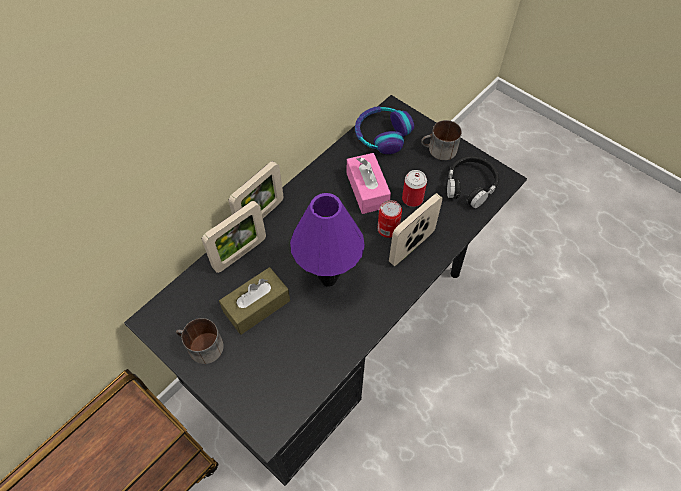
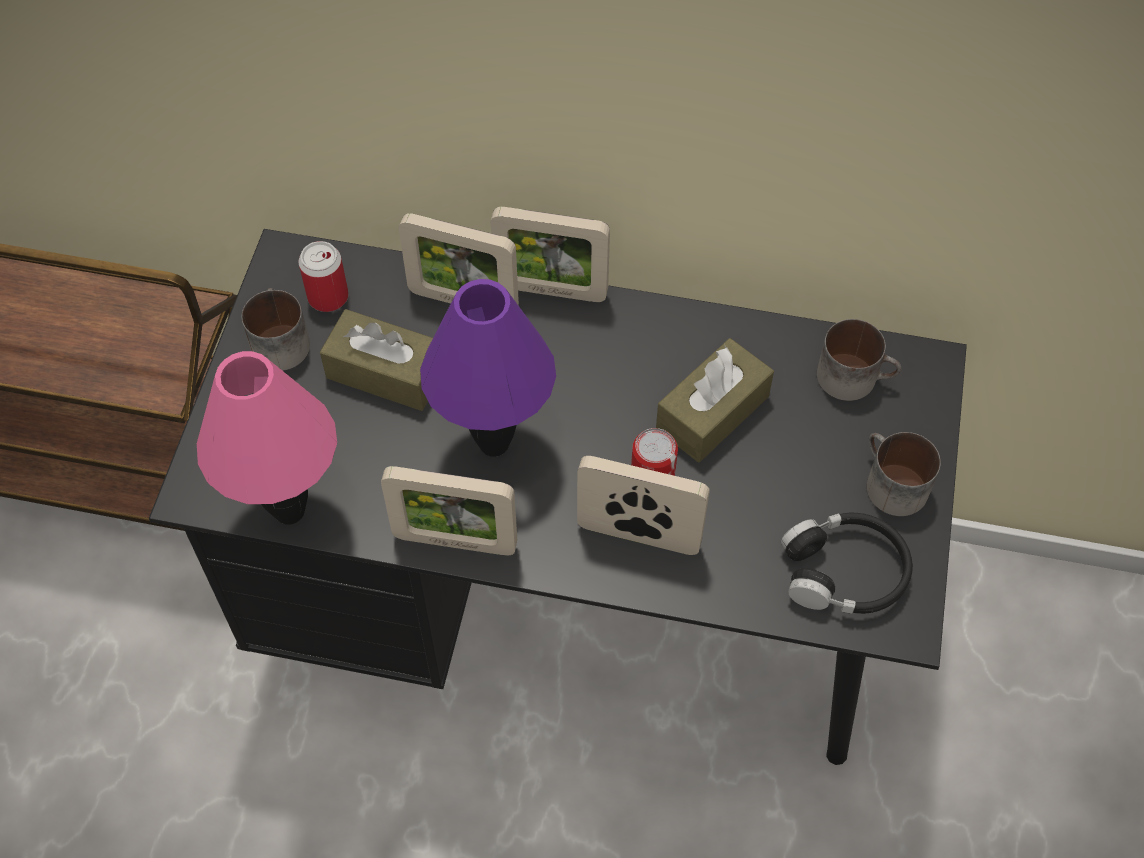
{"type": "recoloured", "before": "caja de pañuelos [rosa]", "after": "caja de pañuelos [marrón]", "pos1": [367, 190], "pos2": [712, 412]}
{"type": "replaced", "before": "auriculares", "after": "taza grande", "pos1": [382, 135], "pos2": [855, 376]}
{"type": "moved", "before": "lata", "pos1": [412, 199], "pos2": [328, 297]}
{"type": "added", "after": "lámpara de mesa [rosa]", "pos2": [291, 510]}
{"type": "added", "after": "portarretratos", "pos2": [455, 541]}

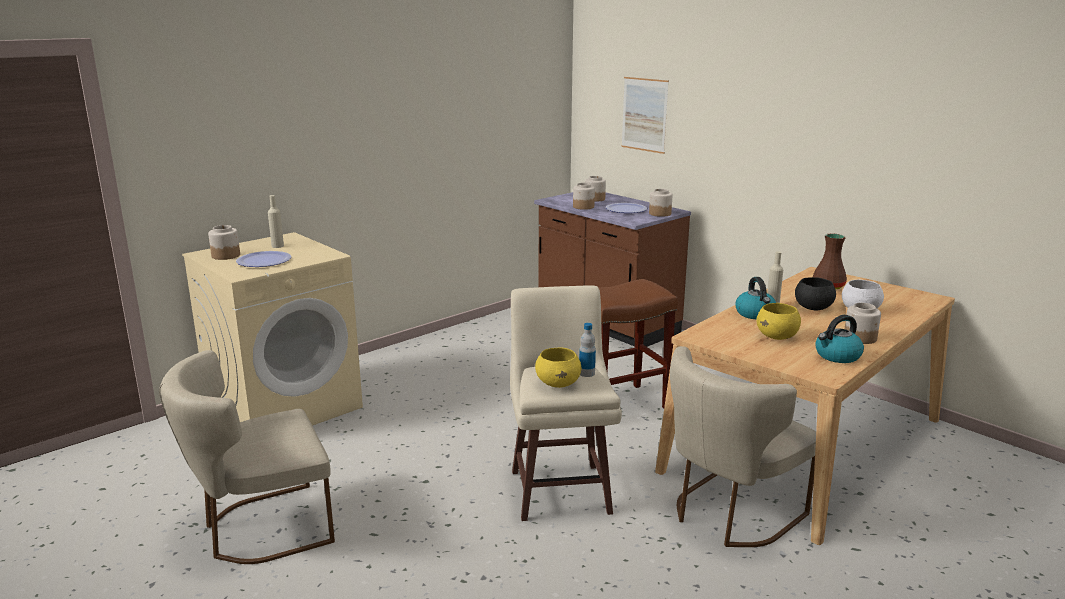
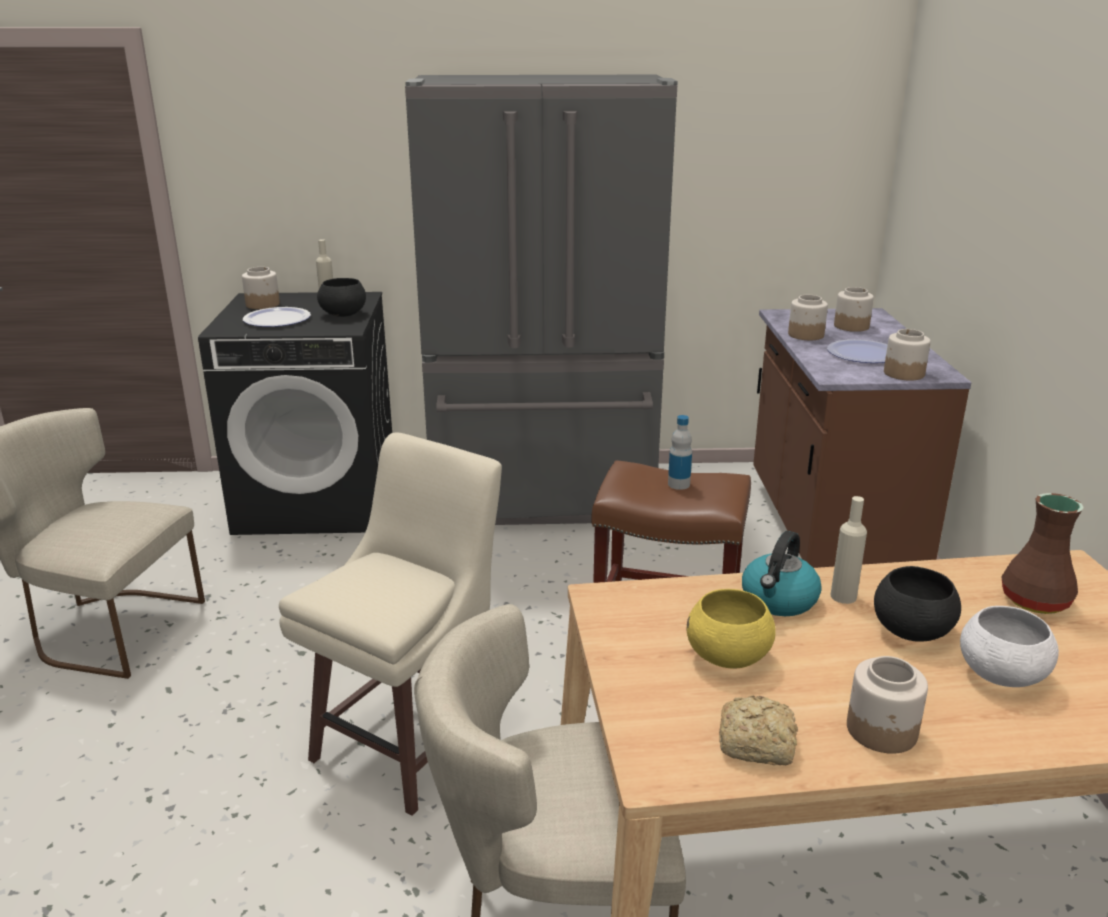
{"type": "recoloured", "before": "lavadora [beis]", "after": "lavadora [negro]", "pos1": [285, 406], "pos2": [319, 501]}
{"type": "removed", "before": "cuenco [amarillo]", "pos1": [558, 384]}
{"type": "moved", "before": "botella", "pos1": [586, 373], "pos2": [678, 484]}
{"type": "removed", "before": "cuadro", "pos1": [644, 114]}
{"type": "replaced", "before": "hervidor", "after": "pan", "pos1": [837, 356], "pos2": [759, 744]}
{"type": "added", "after": "cuenco [negro]", "pos2": [343, 315]}
{"type": "added", "after": "nevera [gris]", "pos2": [543, 500]}

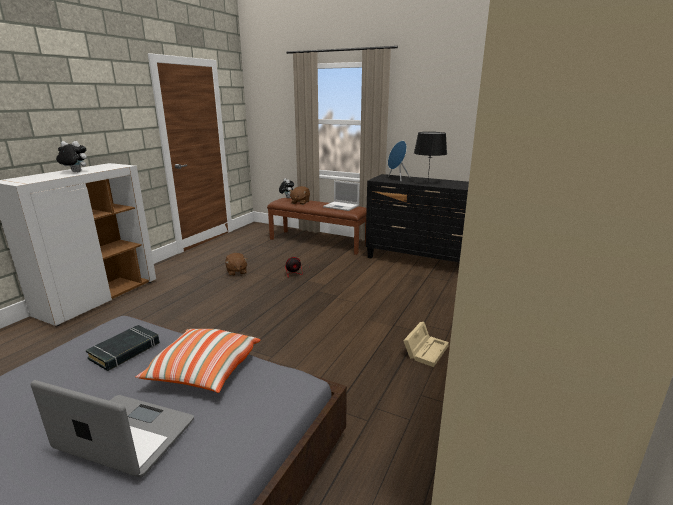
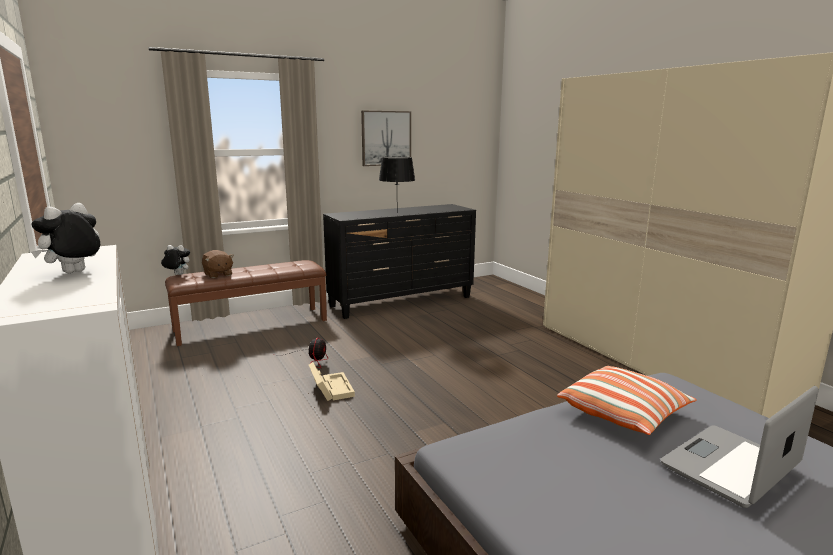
{"type": "removed", "before": "libro [negro]", "pos1": [125, 351]}
{"type": "removed", "before": "peluche [marrón]", "pos1": [236, 272]}
{"type": "removed", "before": "portátil", "pos1": [342, 206]}
{"type": "removed", "before": "altavoz [azul]", "pos1": [397, 178]}
{"type": "moved", "before": "caja de almacenaje [beis]", "pos1": [425, 350], "pos2": [330, 388]}
{"type": "added", "after": "cuadro", "pos2": [386, 138]}

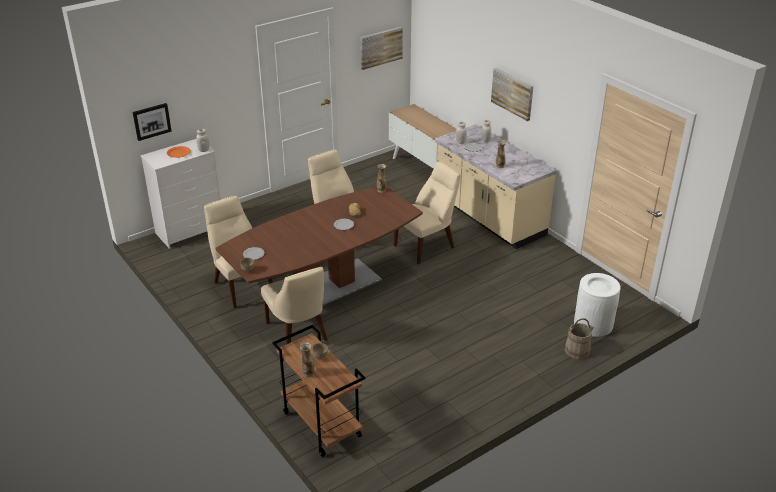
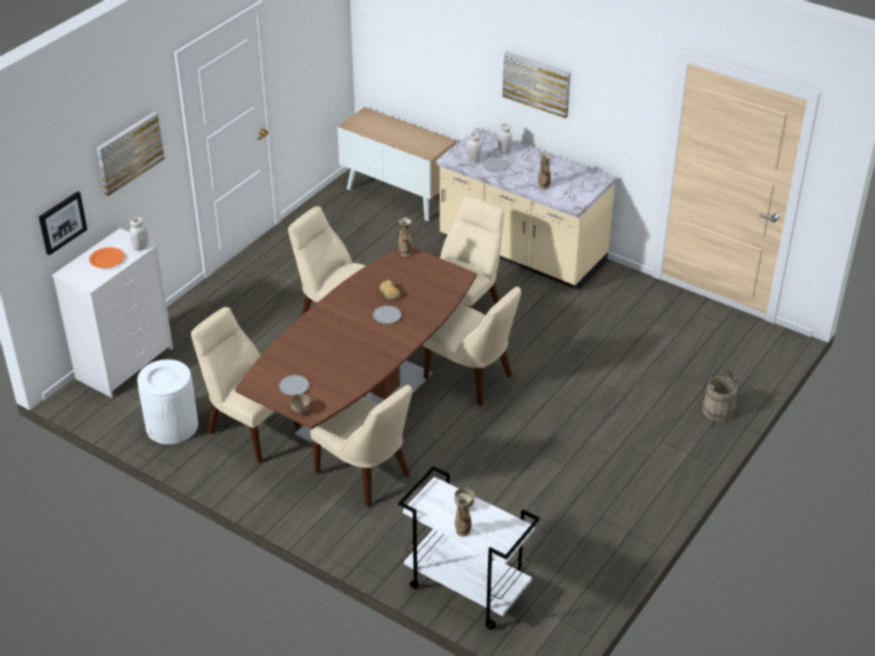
{"type": "recoloured", "before": "carrito [marrón]", "after": "carrito [blanco]", "pos1": [320, 424], "pos2": [465, 589]}
{"type": "moved", "before": "cuadro", "pos1": [380, 47], "pos2": [129, 152]}
{"type": "moved", "before": "papelera [blanco]", "pos1": [593, 324], "pos2": [172, 426]}
{"type": "added", "after": "silla [beis]", "pos2": [472, 379]}

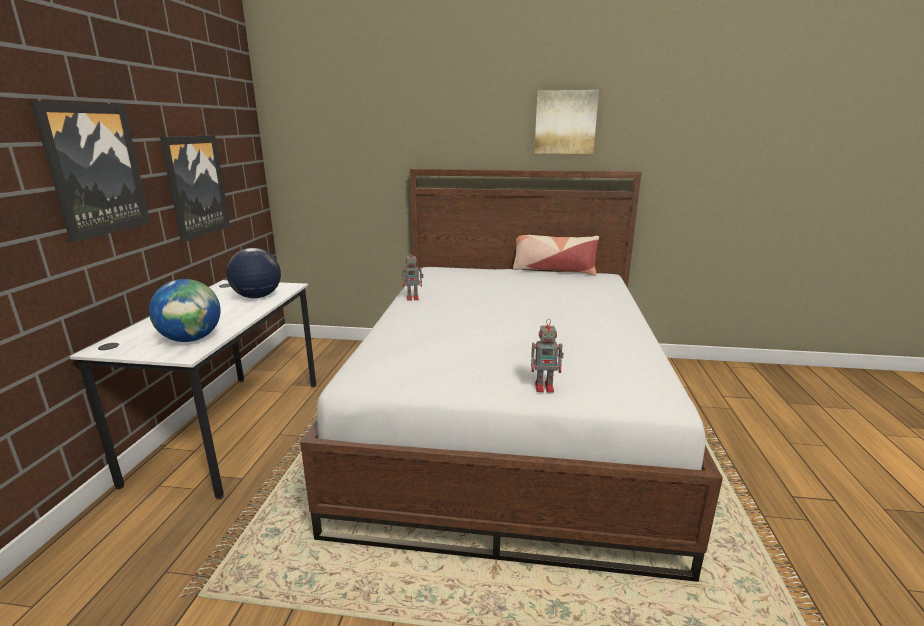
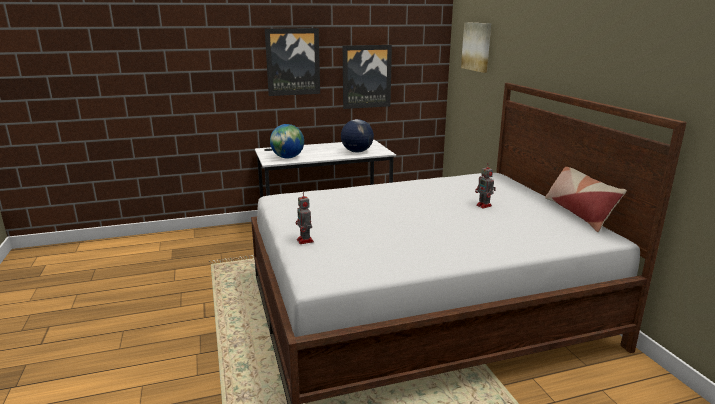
{"type": "moved", "before": "robot de juguete", "pos1": [413, 298], "pos2": [484, 206]}
{"type": "moved", "before": "cuadro", "pos1": [565, 122], "pos2": [477, 46]}

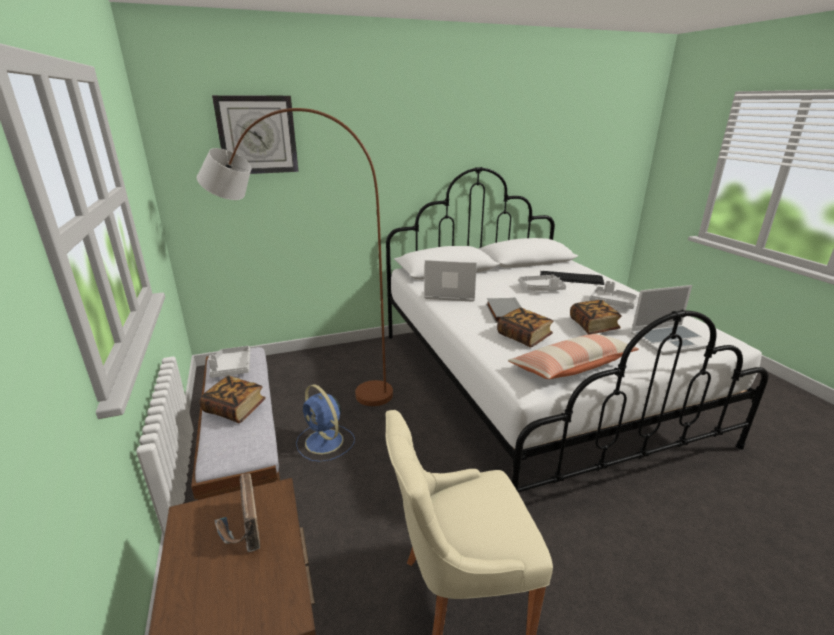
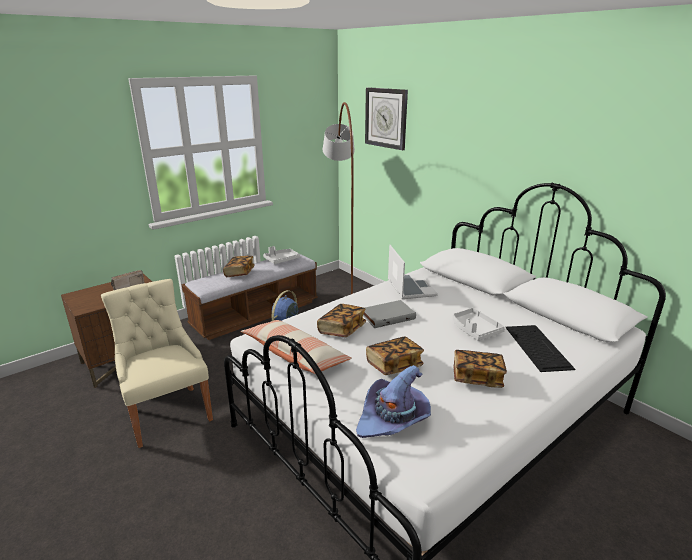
{"type": "replaced", "before": "bandeja [gris]", "after": "libro", "pos1": [612, 303], "pos2": [477, 378]}
{"type": "replaced", "before": "portátil", "after": "sombrero [morado]", "pos1": [670, 340], "pos2": [393, 418]}

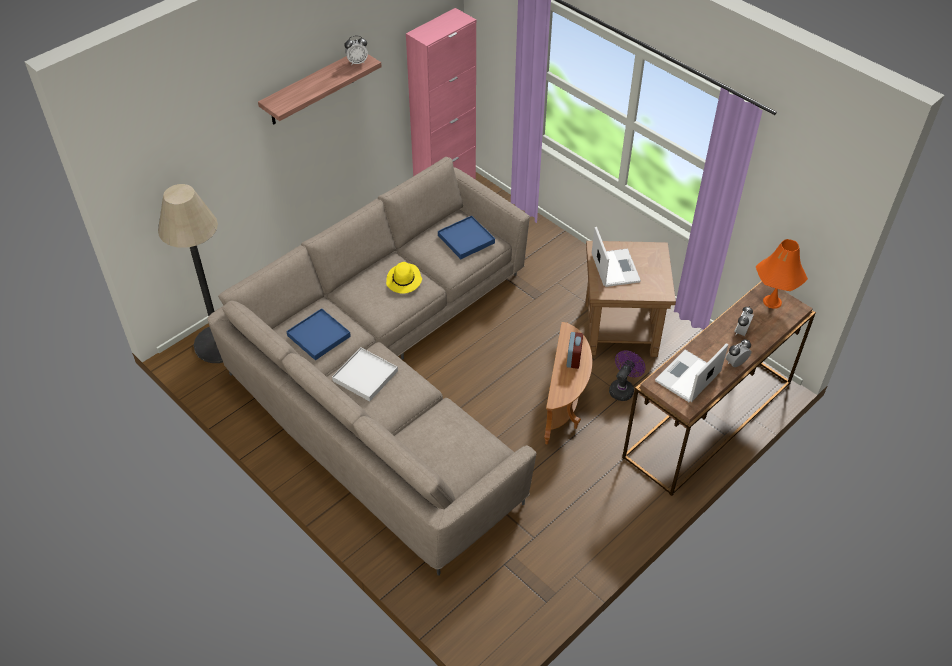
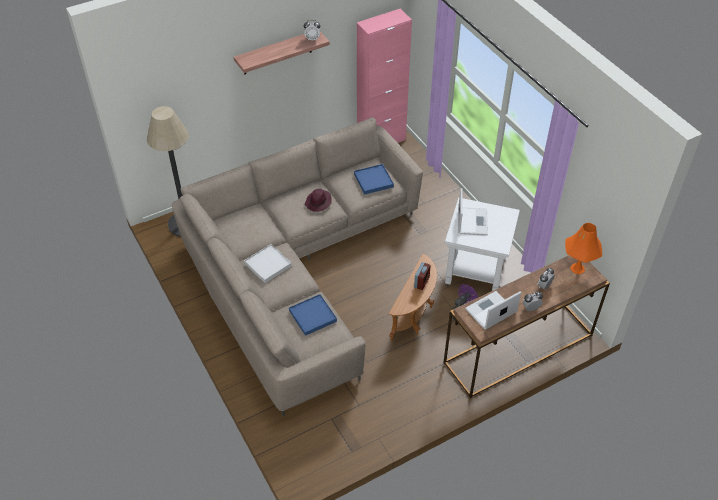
{"type": "moved", "before": "bandeja [azul]", "pos1": [318, 336], "pos2": [312, 316]}
{"type": "recoloured", "before": "sombrero [amarillo]", "after": "sombrero [morado]", "pos1": [404, 281], "pos2": [318, 202]}
{"type": "recoloured", "before": "mesa auxiliar [marrón]", "after": "mesa auxiliar [blanco]", "pos1": [620, 328], "pos2": [475, 268]}

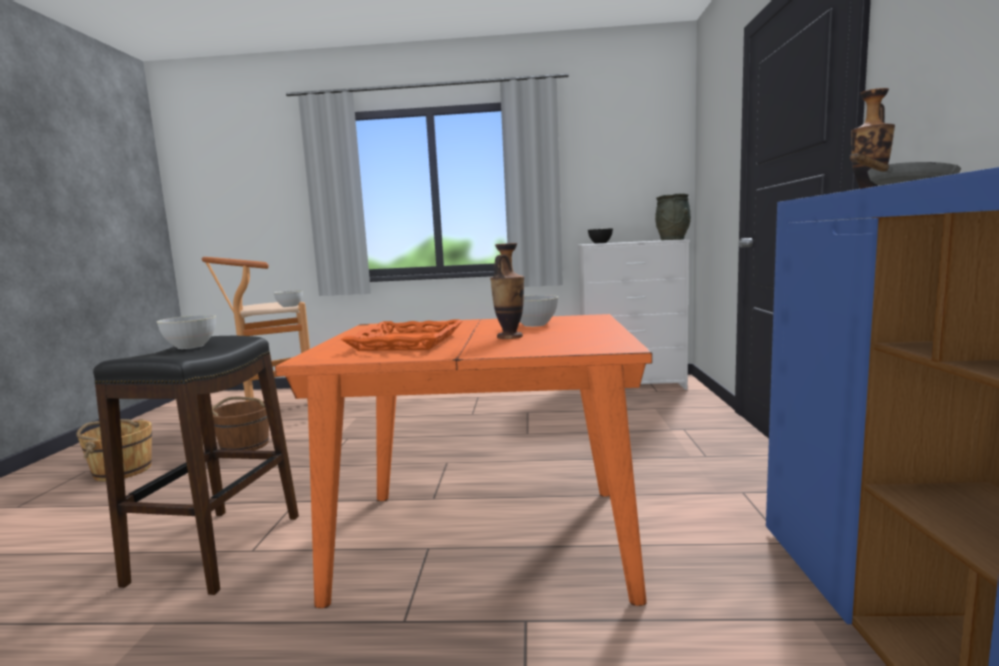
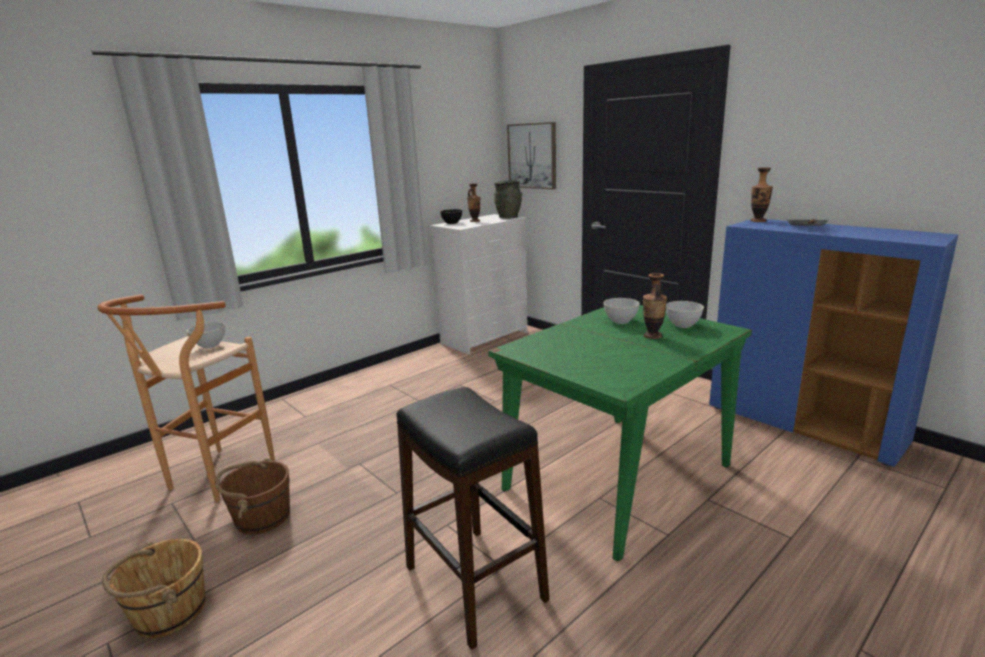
{"type": "moved", "before": "cuenco [gris]", "pos1": [191, 346], "pos2": [682, 325]}
{"type": "recoloured", "before": "mesa de comedor [naranja]", "after": "mesa de comedor [verde]", "pos1": [483, 541], "pos2": [617, 477]}
{"type": "removed", "before": "bandeja [naranja]", "pos1": [406, 342]}
{"type": "added", "after": "florero", "pos2": [475, 221]}
{"type": "added", "after": "cuadro", "pos2": [532, 156]}

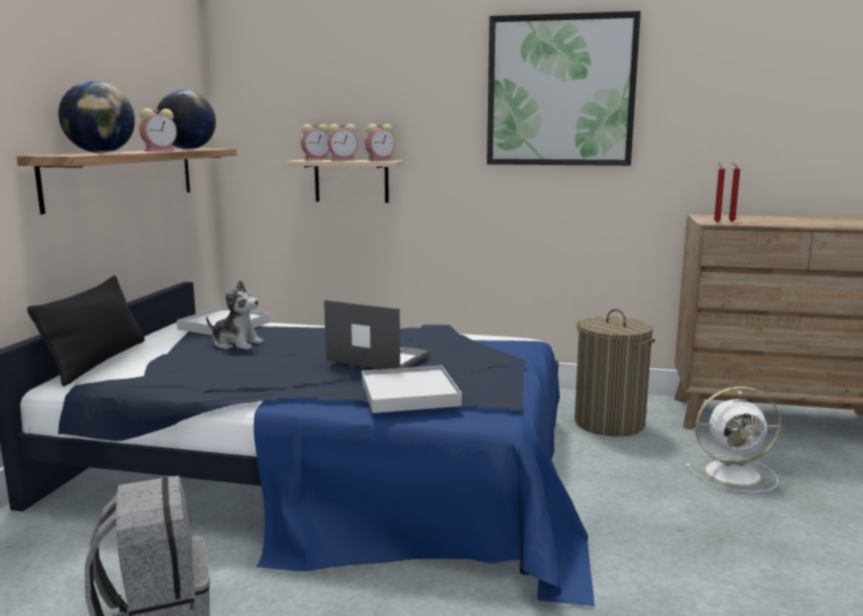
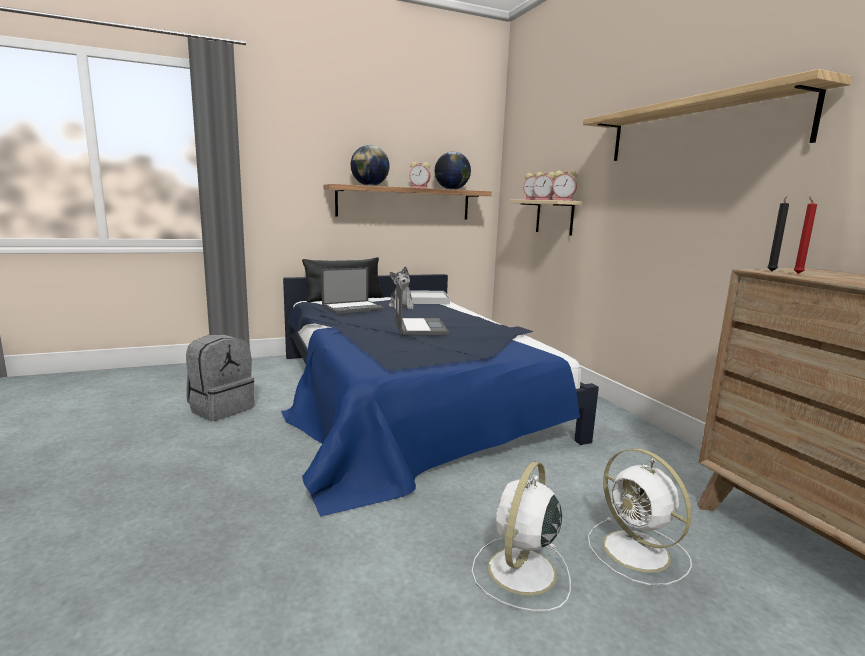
{"type": "removed", "before": "bandeja [blanco]", "pos1": [409, 394]}
{"type": "replaced", "before": "cuadro", "after": "estante", "pos1": [560, 91], "pos2": [698, 129]}
{"type": "removed", "before": "cesto de la ropa", "pos1": [609, 423]}
{"type": "recoloured", "before": "vela [rojo]", "after": "vela [negro]", "pos1": [716, 222], "pos2": [772, 271]}
{"type": "added", "after": "portátil", "pos2": [353, 307]}
{"type": "added", "after": "ventilador [blanco]", "pos2": [520, 572]}

